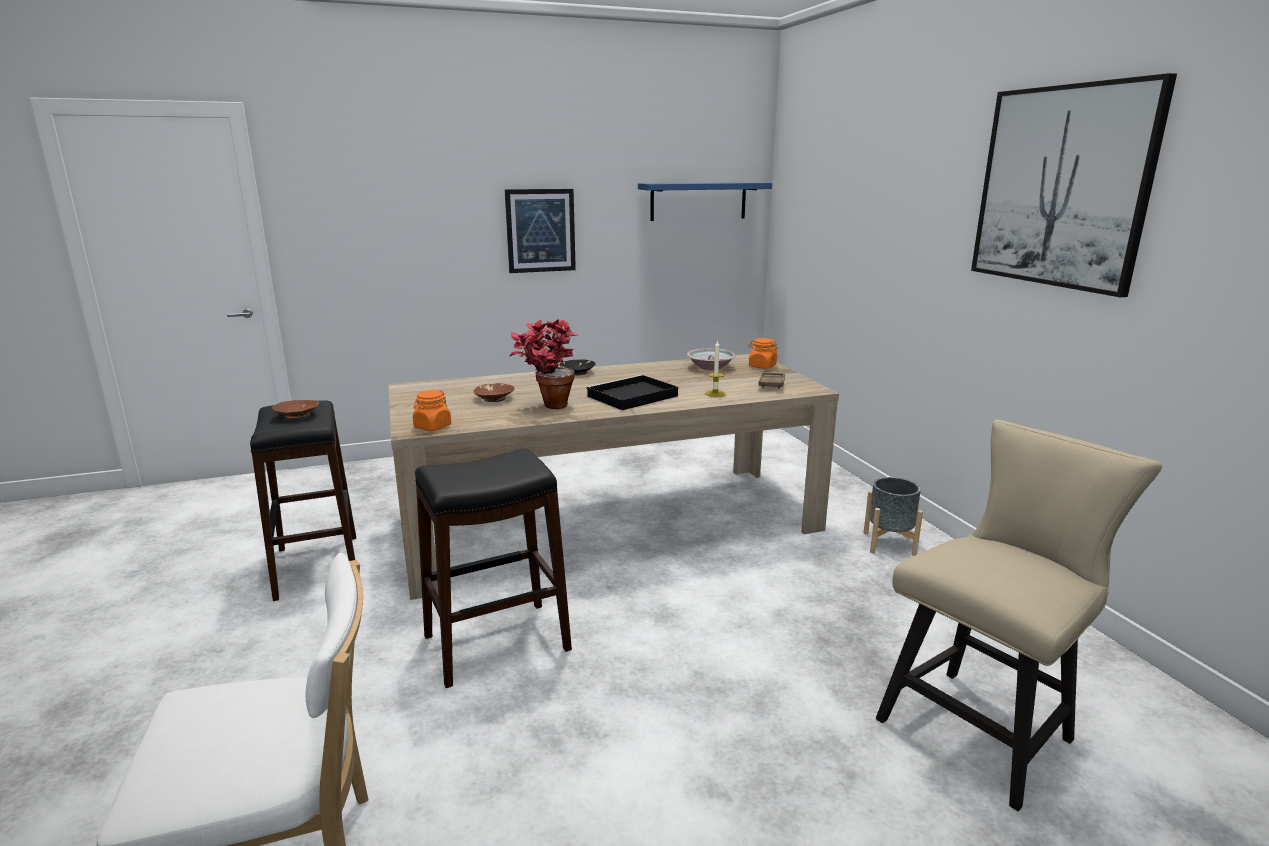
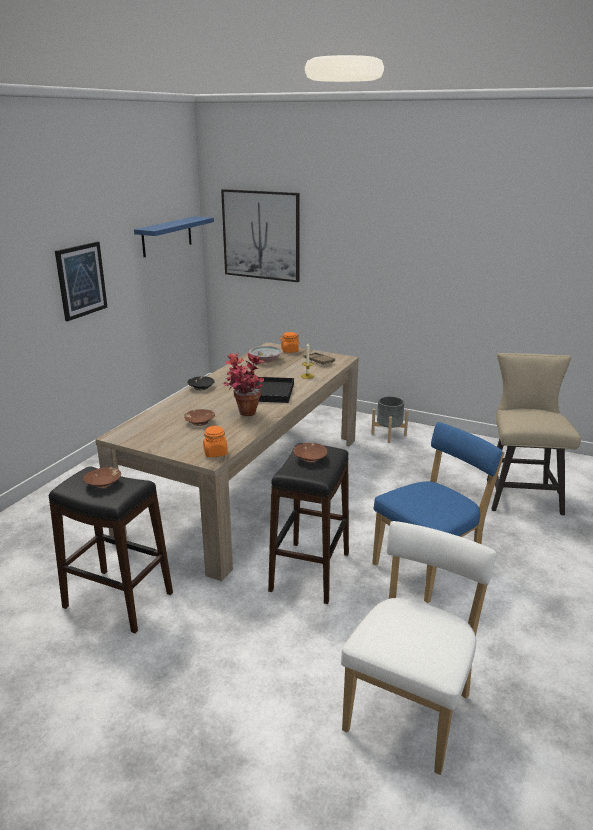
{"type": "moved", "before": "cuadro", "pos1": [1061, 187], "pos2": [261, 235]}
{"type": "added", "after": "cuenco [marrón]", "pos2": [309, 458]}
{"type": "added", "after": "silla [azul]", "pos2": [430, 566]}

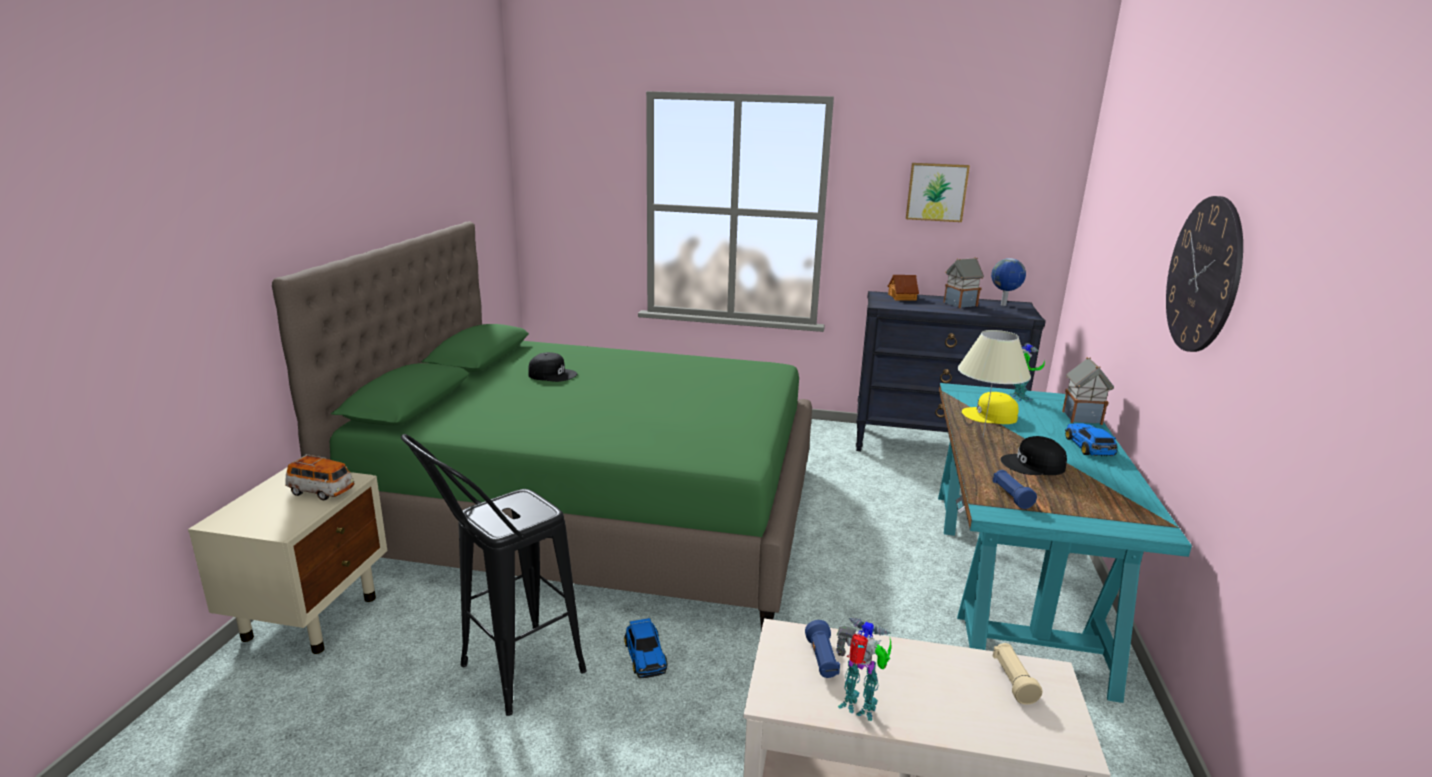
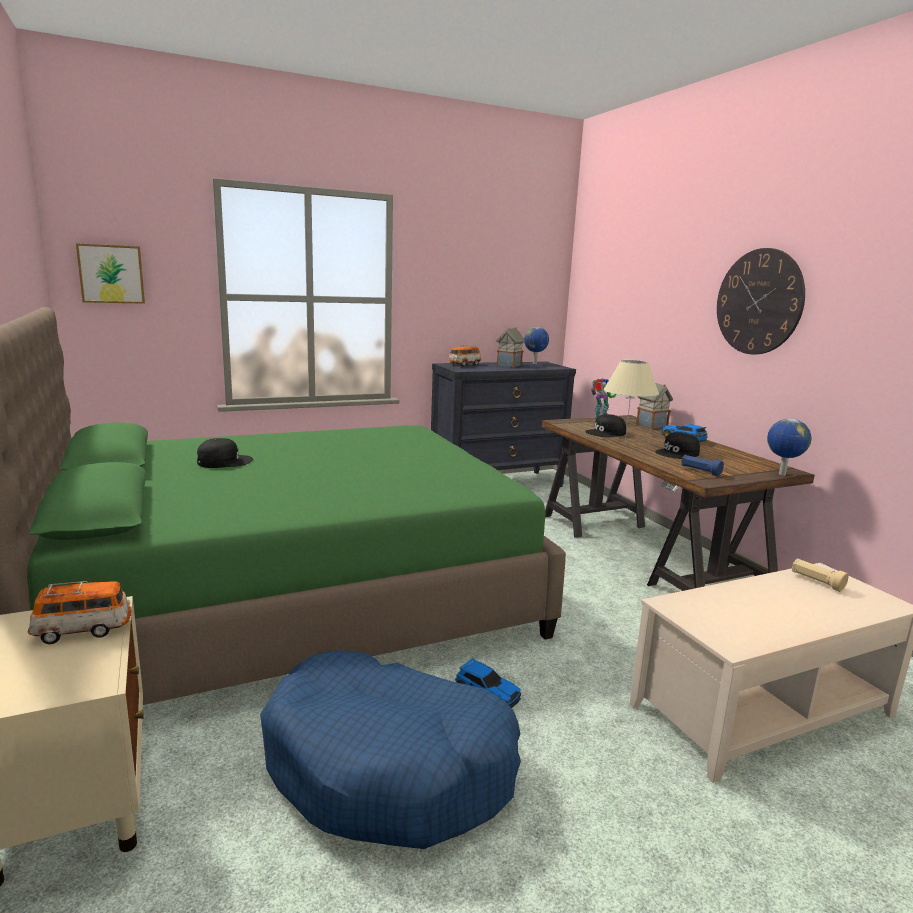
{"type": "replaced", "before": "taburete [negro]", "after": "cama para perro [azul]", "pos1": [506, 678], "pos2": [390, 767]}
{"type": "removed", "before": "linterna [azul]", "pos1": [822, 660]}
{"type": "removed", "before": "robot de juguete", "pos1": [859, 708]}
{"type": "replaced", "before": "casita", "after": "coche de juguete", "pos1": [902, 297], "pos2": [464, 365]}
{"type": "moved", "before": "cuadro", "pos1": [936, 192], "pos2": [111, 274]}
{"type": "recoloured", "before": "escritorio [turquesa]", "after": "escritorio [marrón]", "pos1": [1014, 580], "pos2": [647, 553]}
{"type": "recoloured", "before": "gorra [amarillo]", "after": "gorra [negro]", "pos1": [990, 416], "pos2": [606, 433]}
{"type": "added", "after": "globo terráqueo", "pos2": [781, 474]}

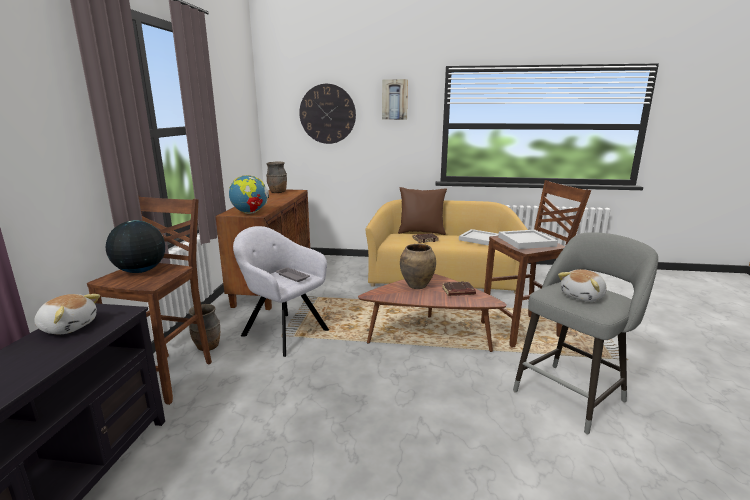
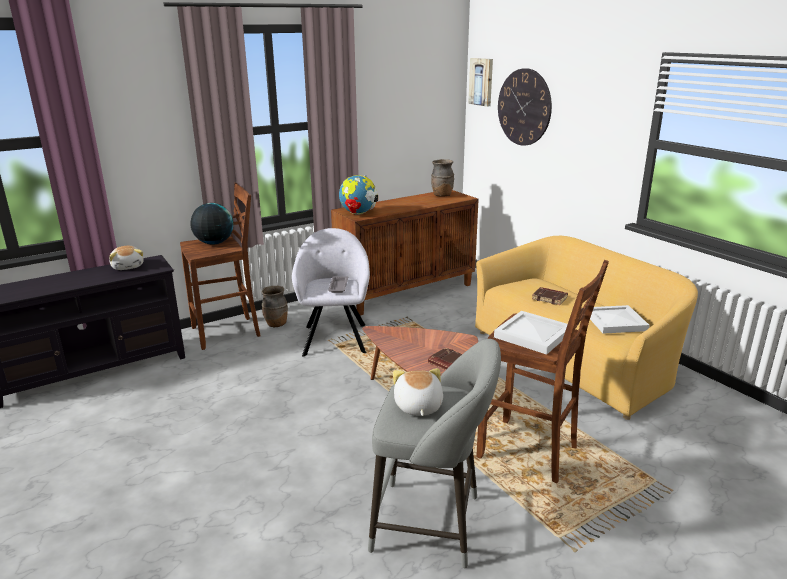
{"type": "moved", "before": "cuadro", "pos1": [395, 99], "pos2": [481, 81]}
{"type": "removed", "before": "cojín [marrón]", "pos1": [421, 232]}
{"type": "removed", "before": "florero [marrón]", "pos1": [417, 286]}
{"type": "turned", "before": "peluche", "pos1": [583, 296], "pos2": [417, 406], "turn": 75}

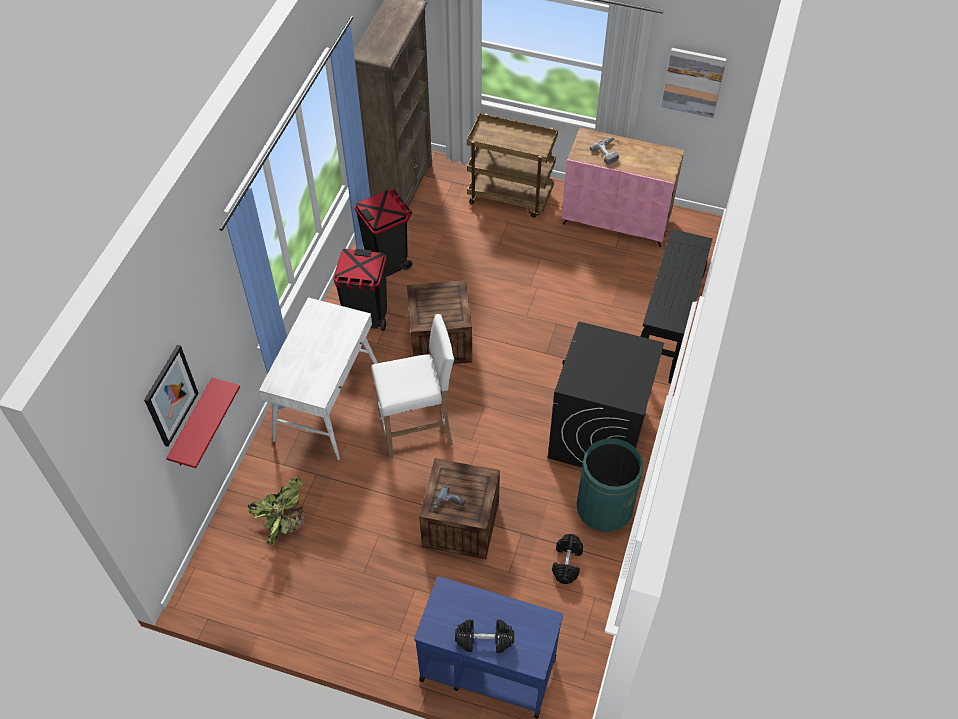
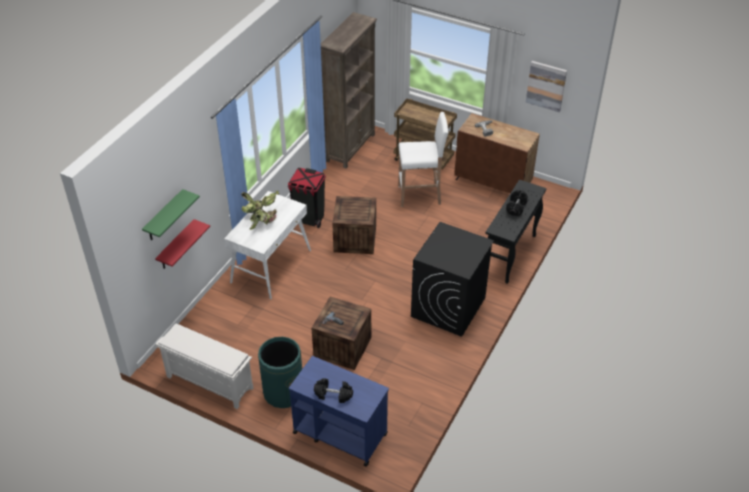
{"type": "replaced", "before": "cuadro", "after": "estante [verde]", "pos1": [170, 395], "pos2": [164, 216]}
{"type": "moved", "before": "planta en maceta", "pos1": [283, 520], "pos2": [262, 219]}
{"type": "removed", "before": "papelera [negro]", "pos1": [387, 260]}
{"type": "moved", "before": "taburete [blanco]", "pos1": [417, 430], "pos2": [420, 195]}
{"type": "moved", "before": "mancuerna [negro]", "pos1": [566, 562], "pos2": [516, 207]}
{"type": "recoloured", "before": "armario [rosa]", "after": "armario [marrón]", "pos1": [616, 221], "pos2": [493, 182]}
{"type": "moved", "before": "papelera [verde]", "pos1": [604, 507], "pos2": [283, 392]}
{"type": "added", "after": "zapatero [blanco]", "pos2": [208, 382]}

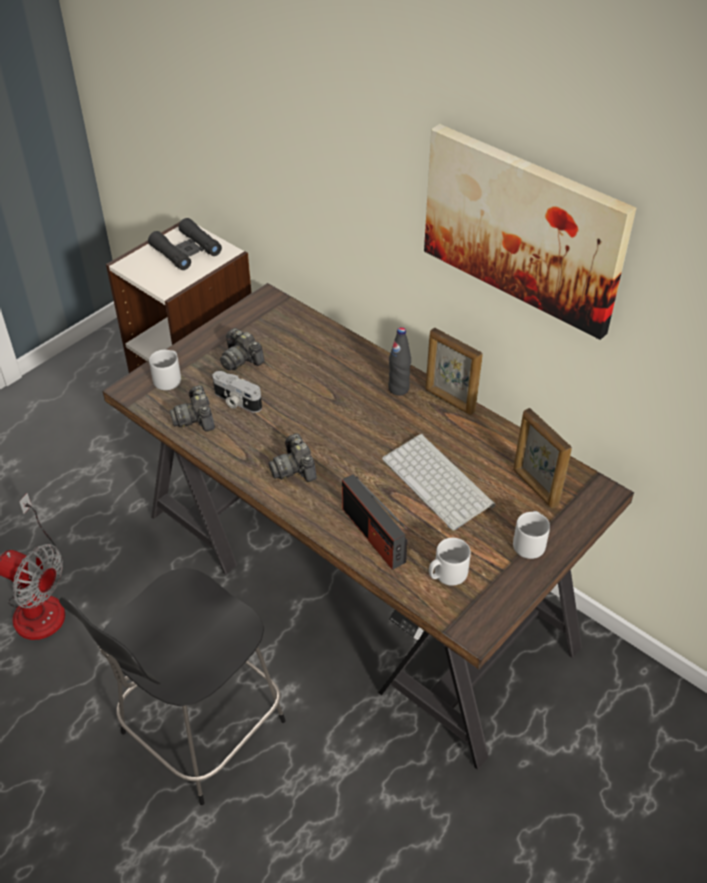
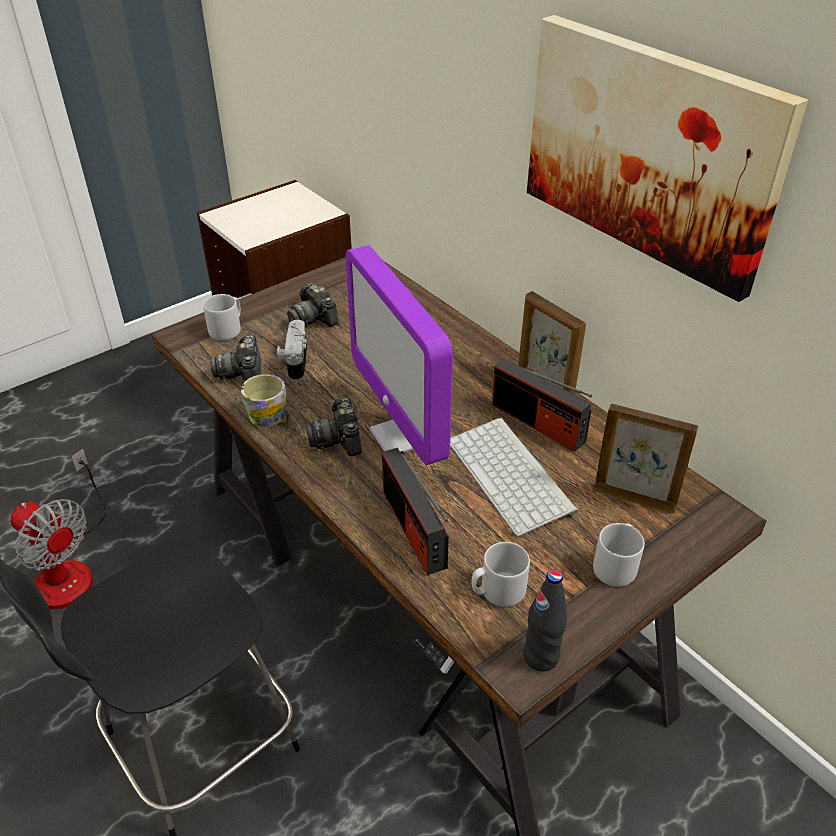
{"type": "removed", "before": "prismáticos [negro]", "pos1": [186, 251]}
{"type": "turned", "before": "cámara", "pos1": [236, 401], "pos2": [294, 360], "turn": 45}
{"type": "moved", "before": "botella [negro]", "pos1": [398, 388], "pos2": [541, 657]}
{"type": "turned", "before": "portarretratos", "pos1": [534, 487], "pos2": [634, 498], "turn": 135}
{"type": "added", "after": "taza grande", "pos2": [268, 412]}
{"type": "added", "after": "monitor", "pos2": [402, 436]}
{"type": "added", "after": "radio", "pos2": [538, 423]}

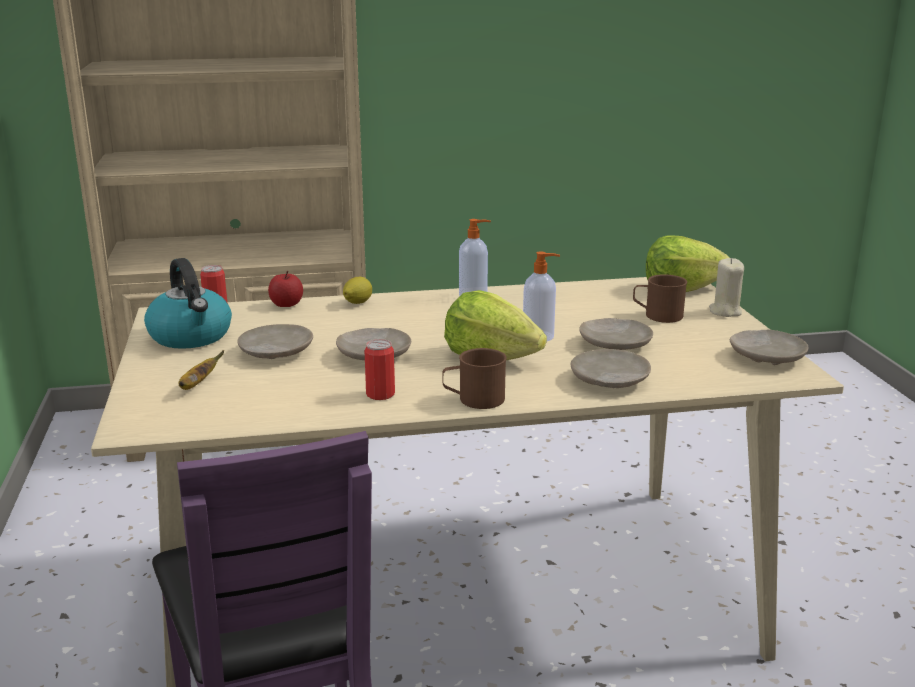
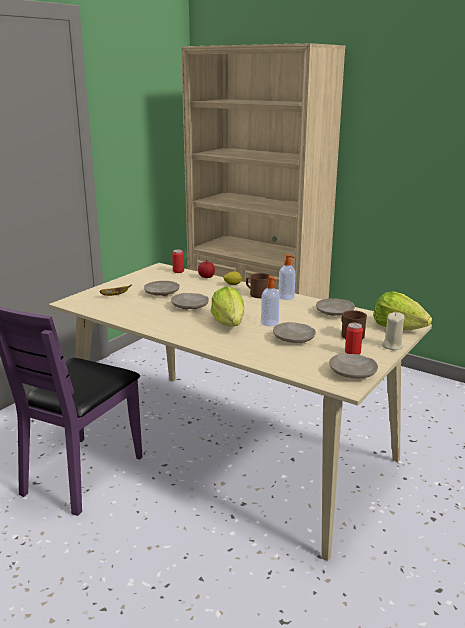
{"type": "removed", "before": "hervidor", "pos1": [191, 336]}
{"type": "moved", "before": "lata", "pos1": [380, 394], "pos2": [352, 352]}
{"type": "moved", "before": "taza grande [marrón]", "pos1": [474, 399], "pos2": [257, 294]}
{"type": "moved", "before": "plato [beis]", "pos1": [609, 381], "pos2": [334, 313]}

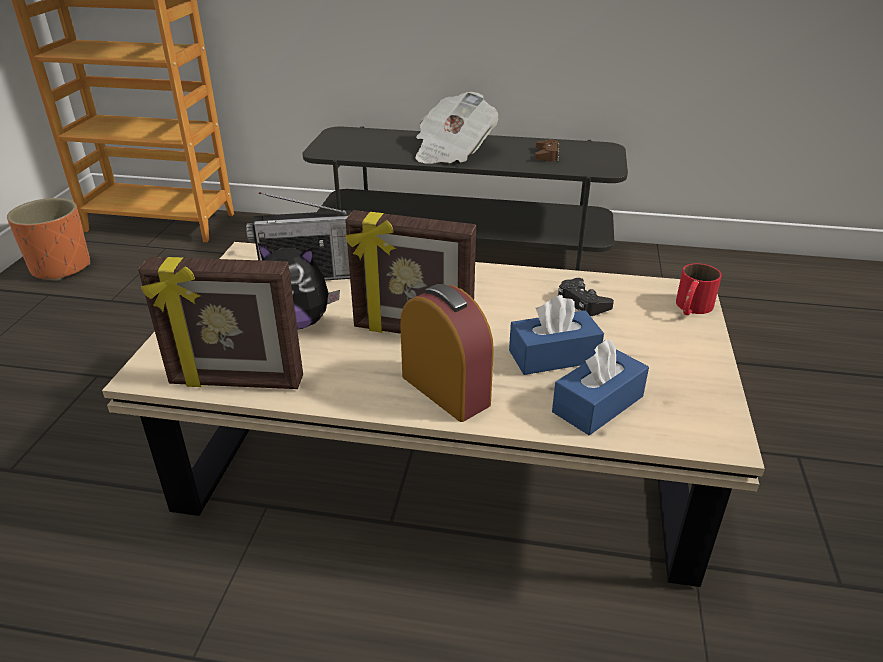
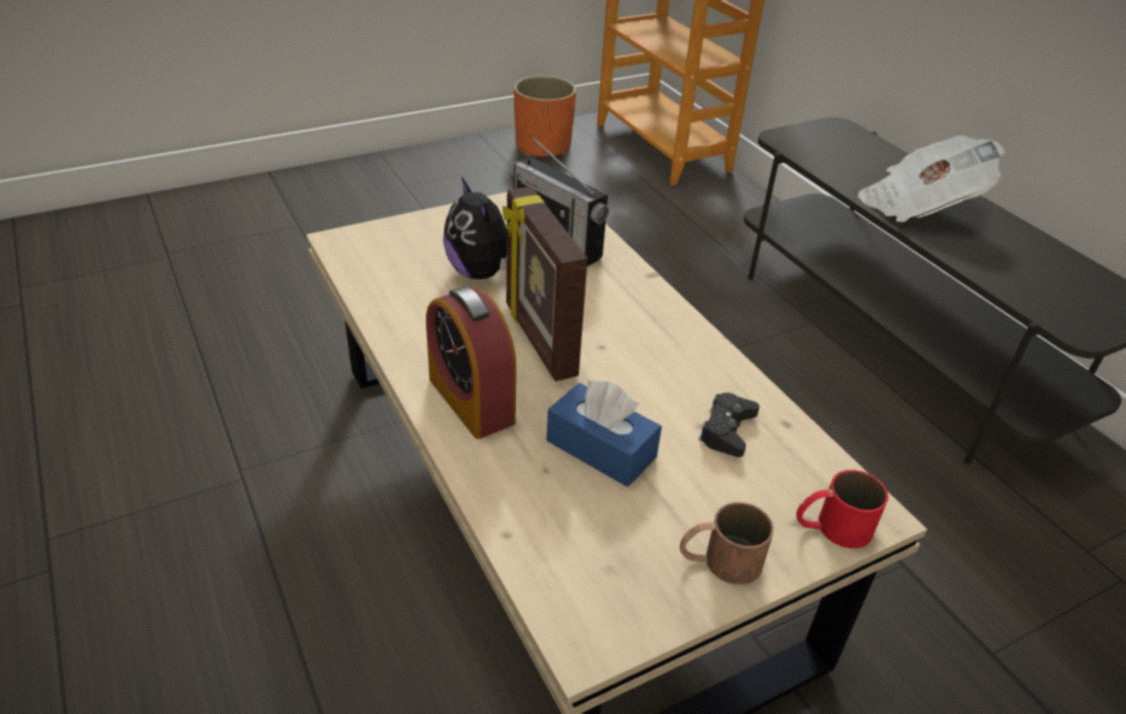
{"type": "removed", "before": "portarretratos", "pos1": [236, 382]}
{"type": "turned", "before": "despertador", "pos1": [445, 390], "pos2": [471, 400], "turn": 135}
{"type": "removed", "before": "mando de consola [marrón]", "pos1": [546, 155]}
{"type": "removed", "before": "caja de pañuelos [azul]", "pos1": [598, 404]}
{"type": "added", "after": "taza grande [marrón]", "pos2": [719, 561]}

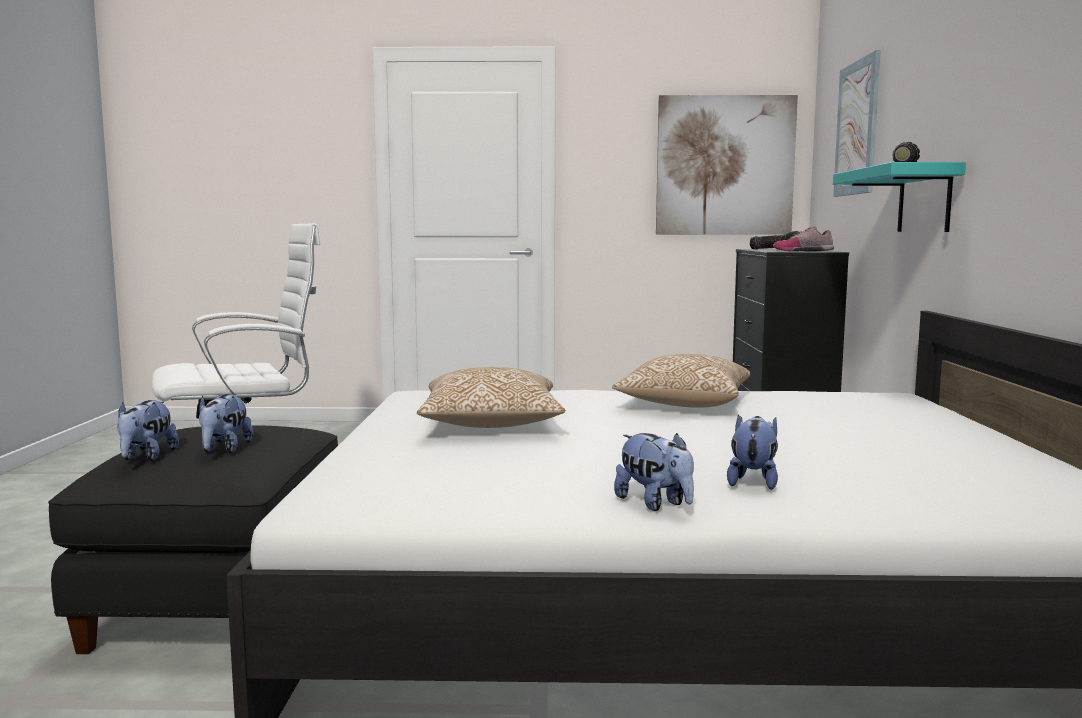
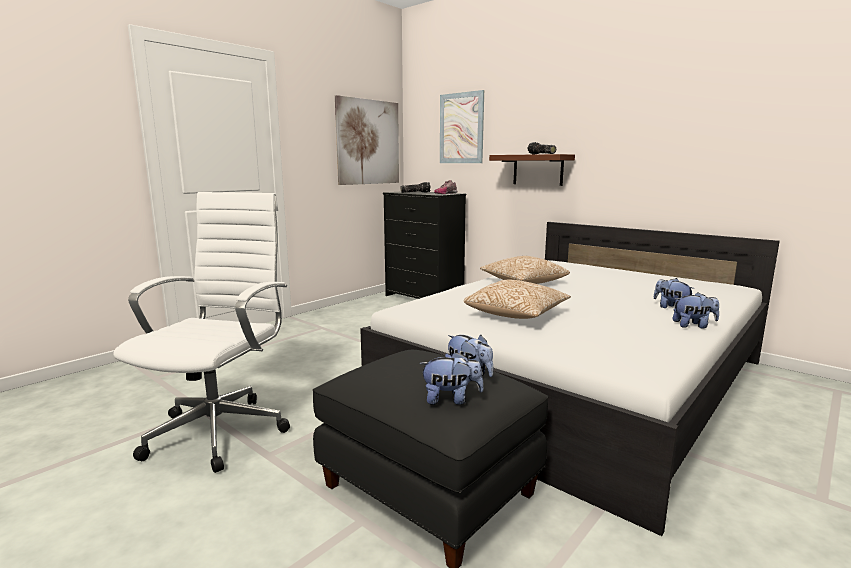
{"type": "turned", "before": "peluche", "pos1": [146, 457], "pos2": [451, 399], "turn": -45}
{"type": "recoloured", "before": "estante [turquesa]", "after": "estante [marrón]", "pos1": [924, 200], "pos2": [538, 170]}

